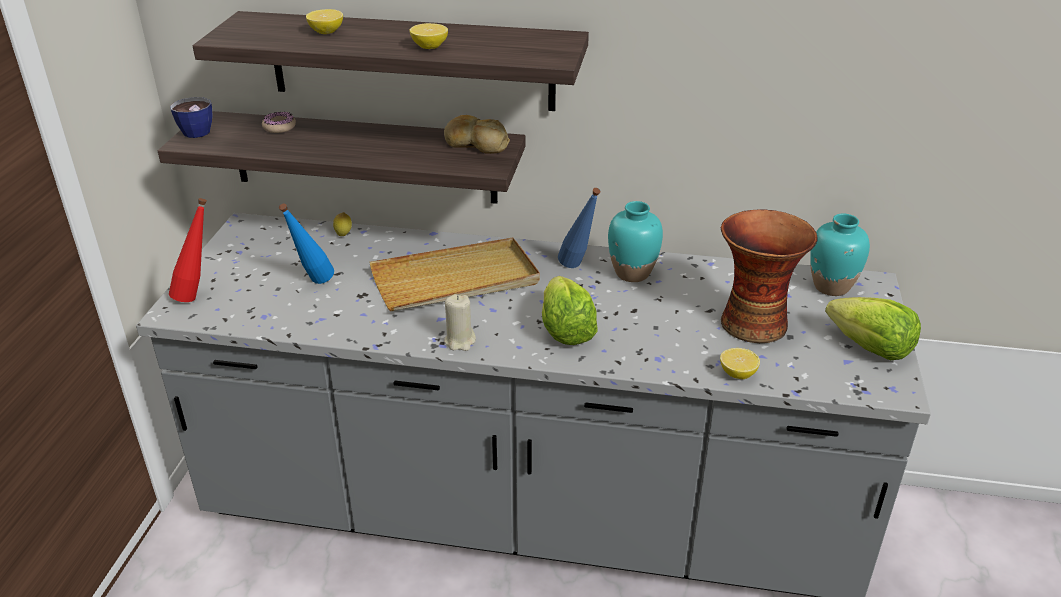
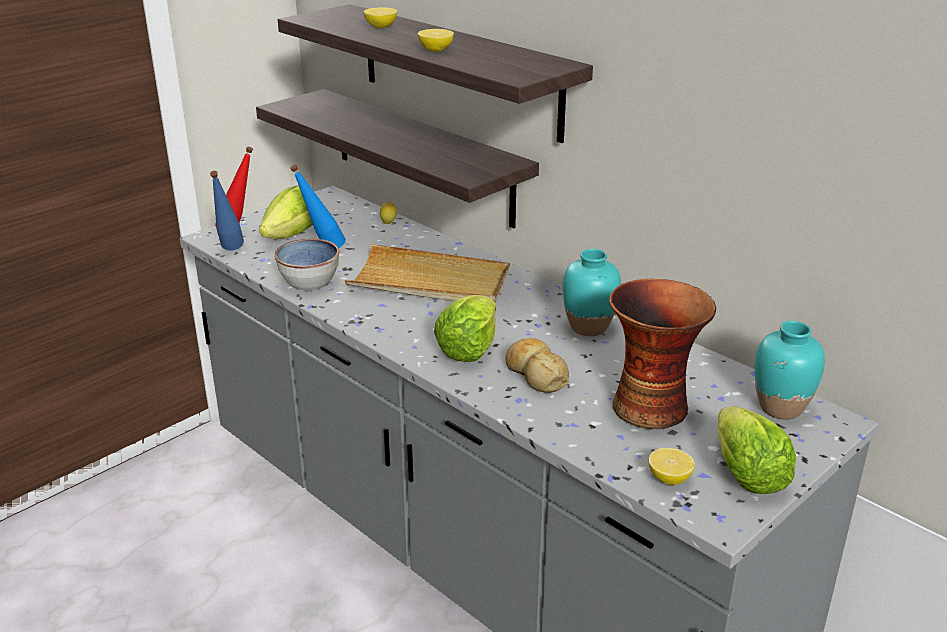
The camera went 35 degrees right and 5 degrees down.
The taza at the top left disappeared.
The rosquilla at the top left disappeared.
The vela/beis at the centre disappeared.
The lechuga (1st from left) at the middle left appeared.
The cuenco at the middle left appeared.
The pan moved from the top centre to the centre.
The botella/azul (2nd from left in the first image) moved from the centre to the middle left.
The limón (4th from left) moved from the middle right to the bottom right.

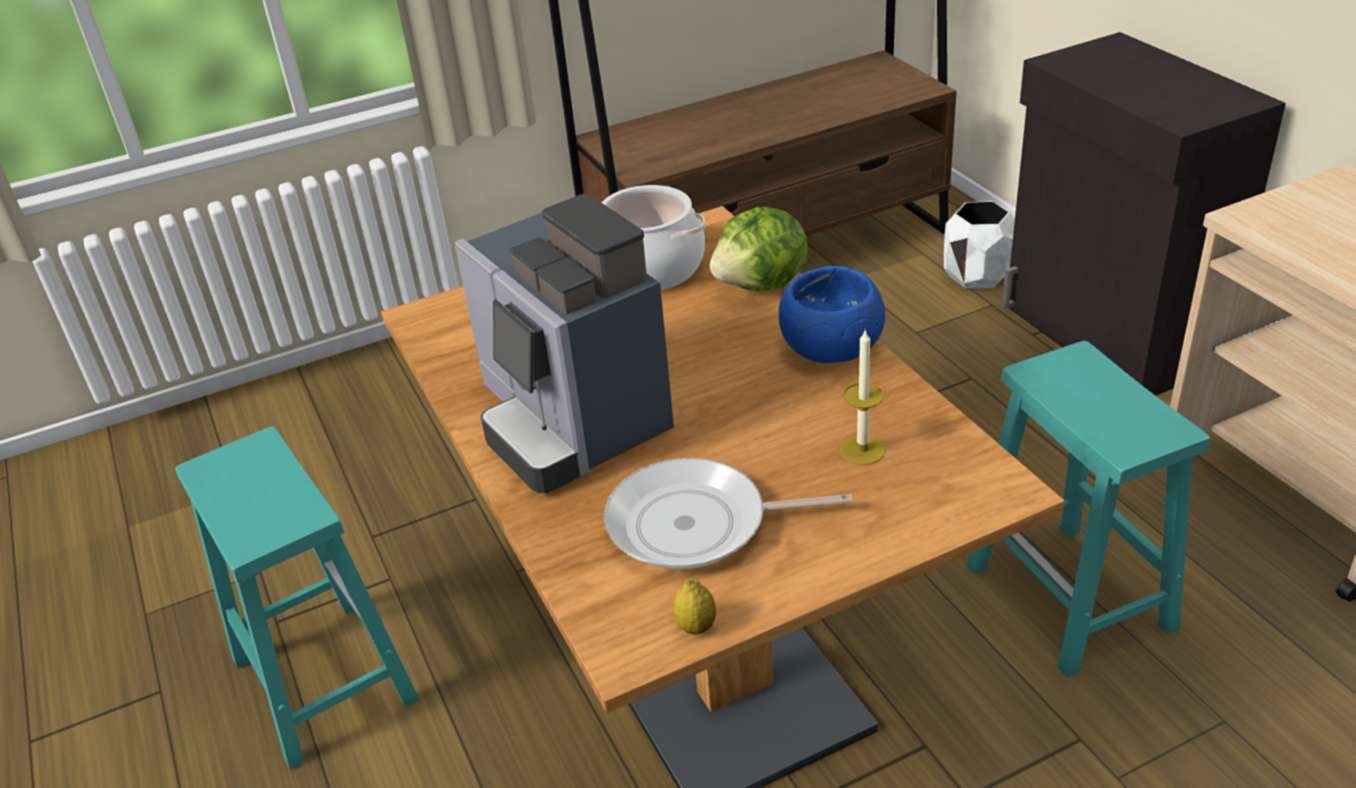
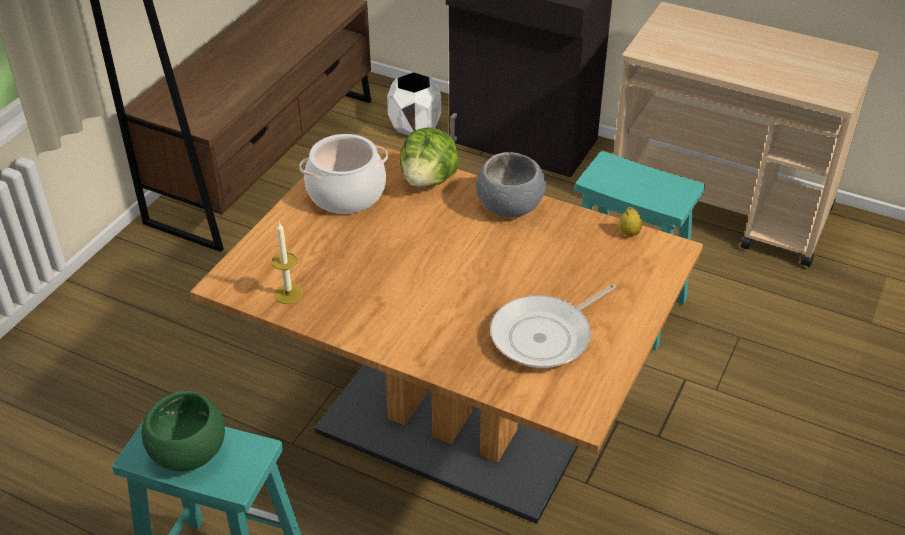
The camera went 40 degrees left and 5 degrees up.
The cafetera at the centre disappeared.
The cuenco/verde at the bottom left appeared.
The limón moved from the bottom centre to the middle right.
The vela moved from the centre to the middle left.
The cuenco/azul at the centre became the cuenco/gris at the centre.

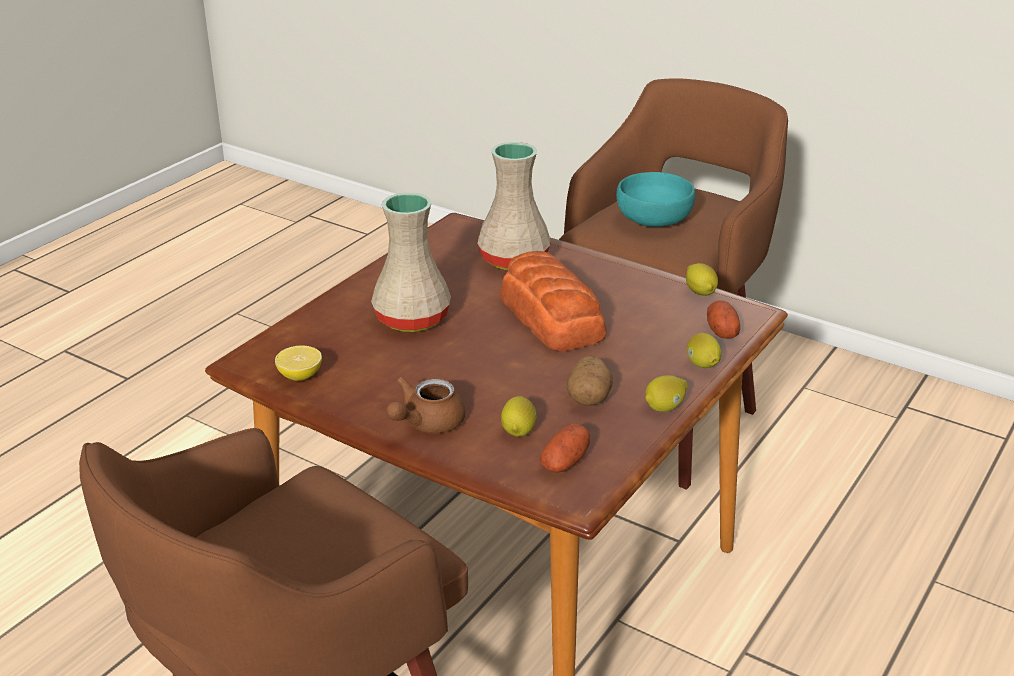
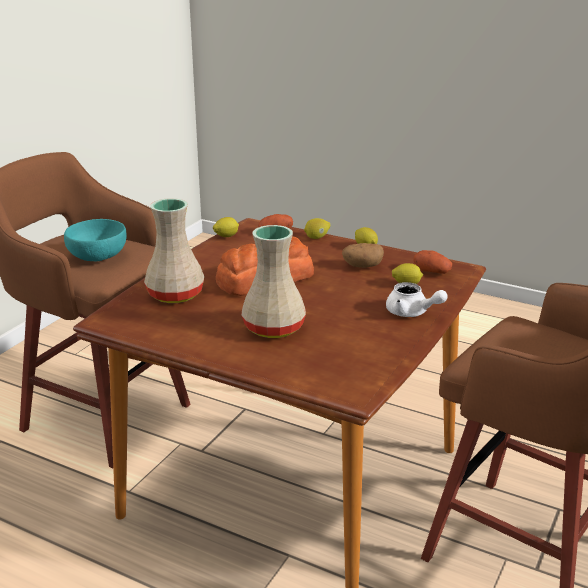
The camera went 95 degrees left and 5 degrees down.
The limón (1st from left) at the middle left disappeared.
The tetera/marrón at the centre became the tetera/blanco at the middle right.

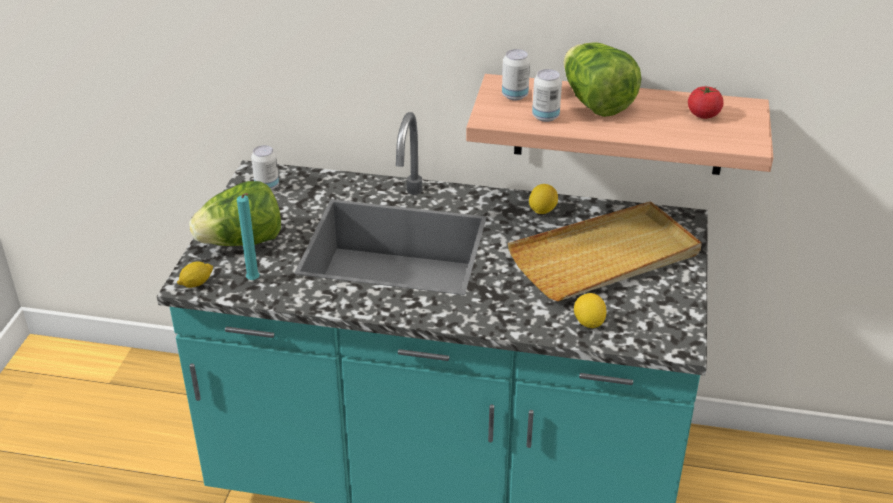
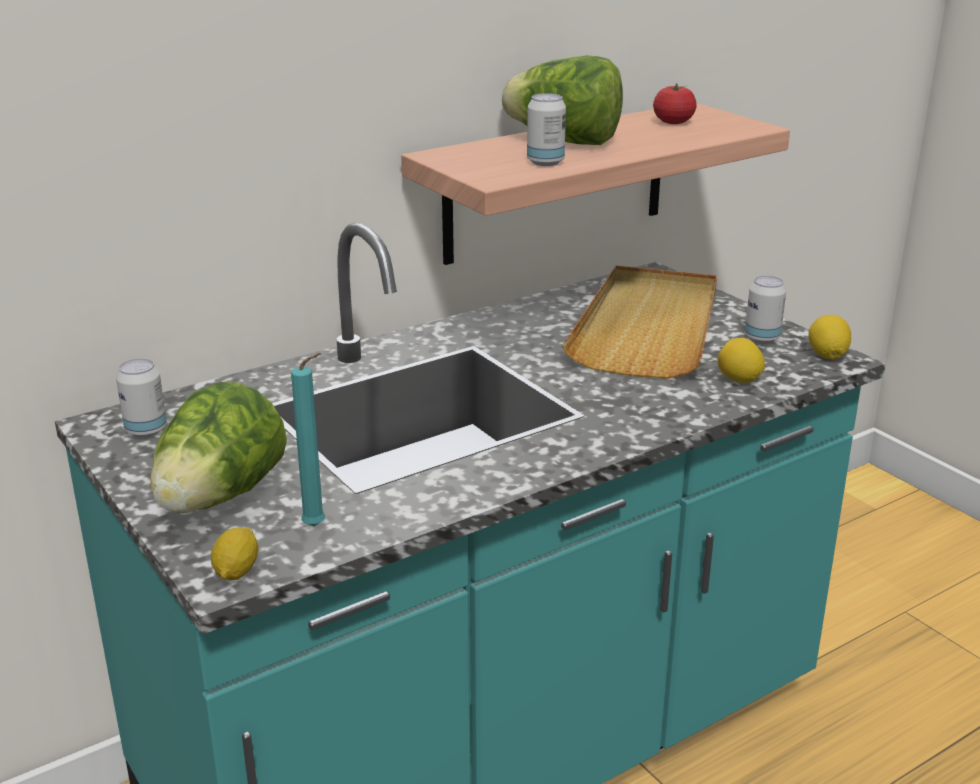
The camera went 45 degrees left and 10 degrees down.
The lata (2nd from left in the first image) moved from the top centre to the middle right.
The limón (2nd from left in the first image) moved from the centre to the middle right.

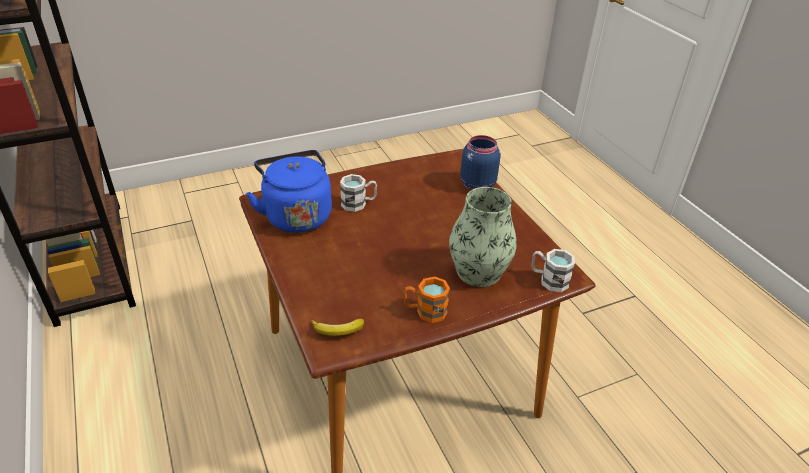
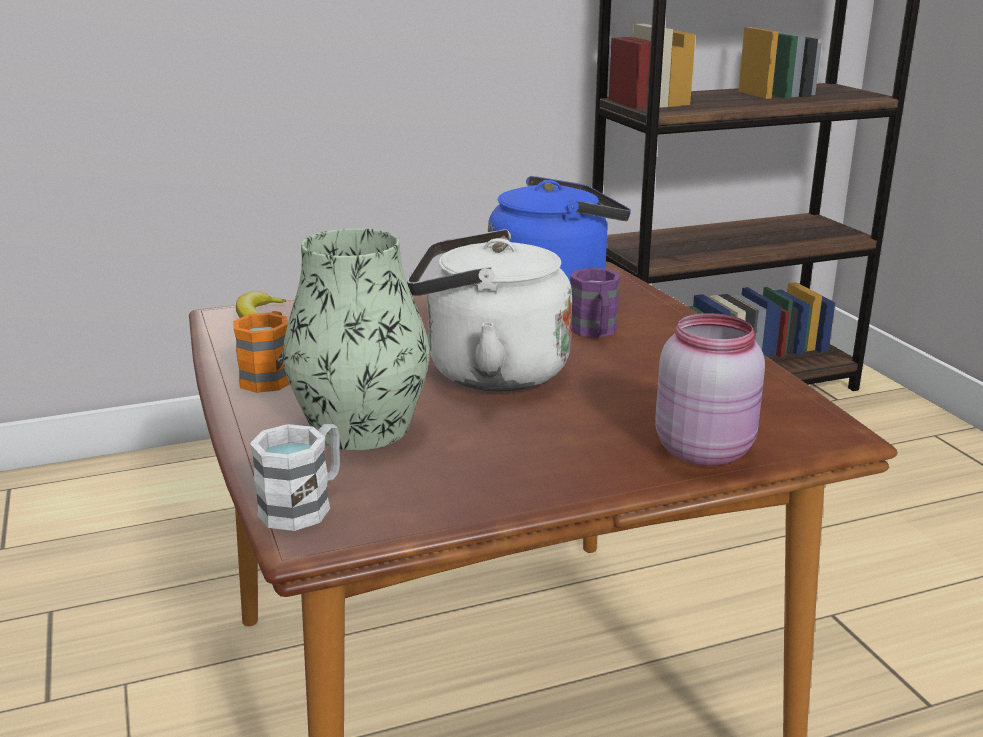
The camera went 95 degrees right and 15 degrees down.
The hervidor/blanco at the centre appeared.
The taza grande/blanco (1st from left) at the centre became the taza grande/morado at the centre.
The tarro/azul at the centre became the tarro/rosa at the middle right.

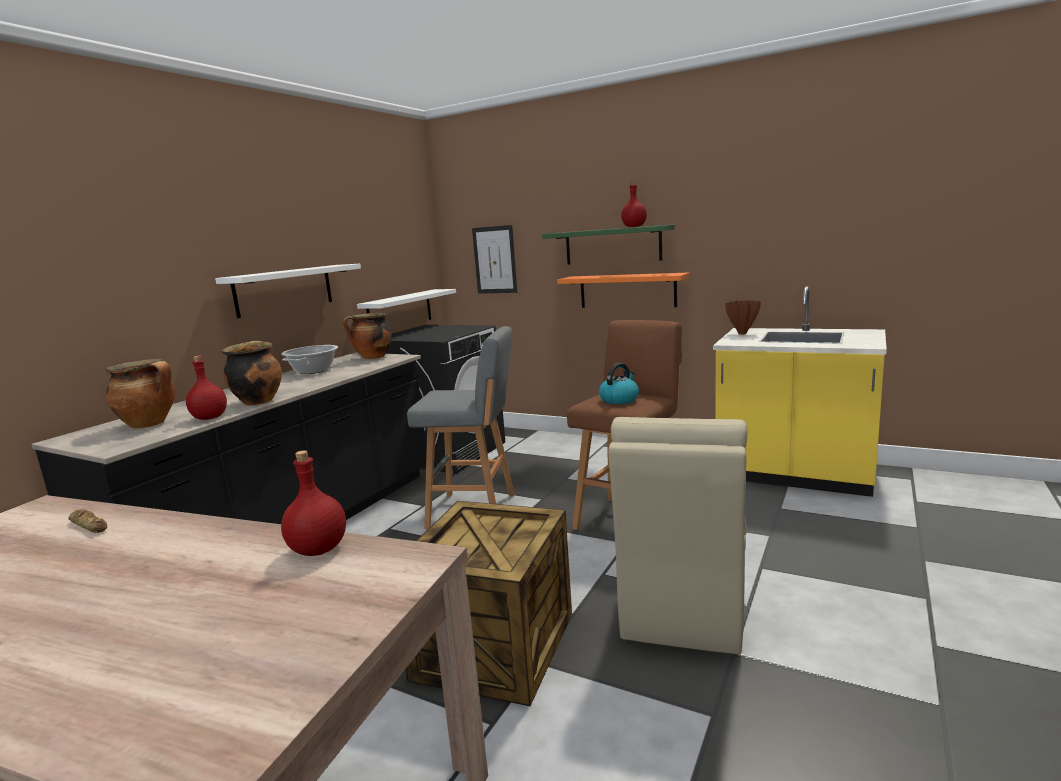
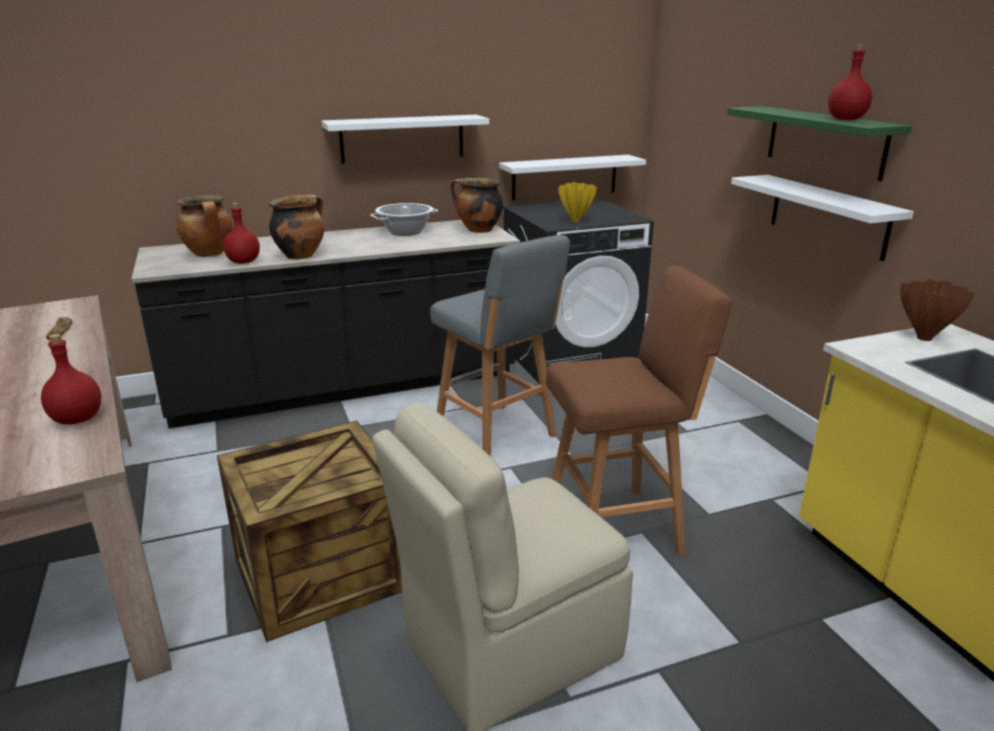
The camera went 40 degrees right and 10 degrees up.
The cuadro at the top centre disappeared.
The hervidor at the centre disappeared.
The florero/amarillo at the top centre appeared.
The estante/naranja at the centre became the estante/blanco (3rd from left) at the top right.

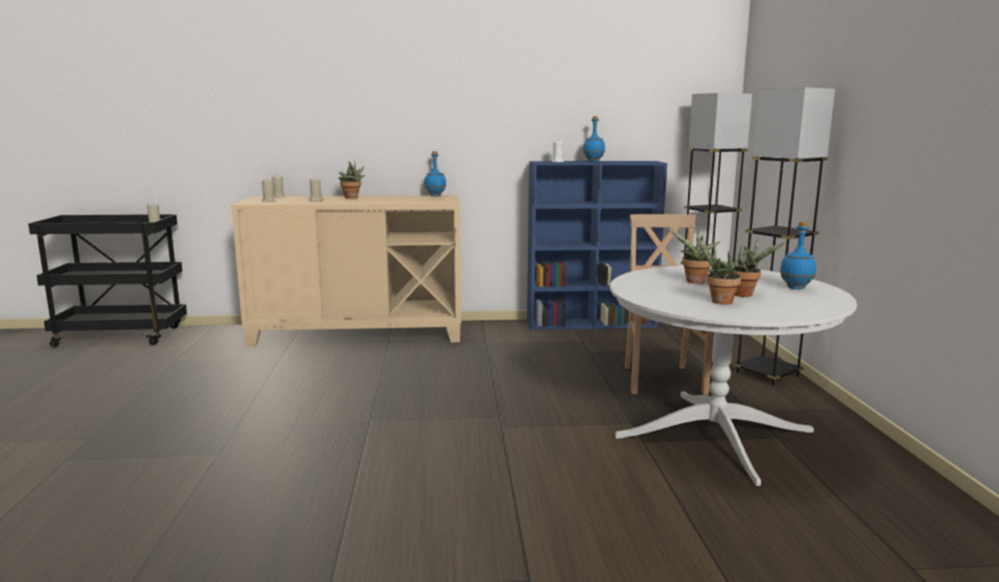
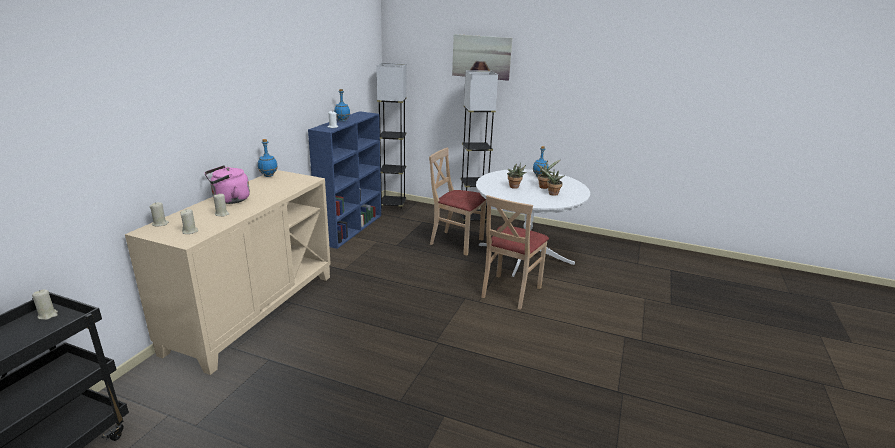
The camera went 65 degrees left and 10 degrees up.
The cuadro at the top centre appeared.
The silla/beis (2nd from left) at the centre appeared.
The planta en maceta (1st from left) at the top centre was replaced by the hervidor/rosa at the middle left.

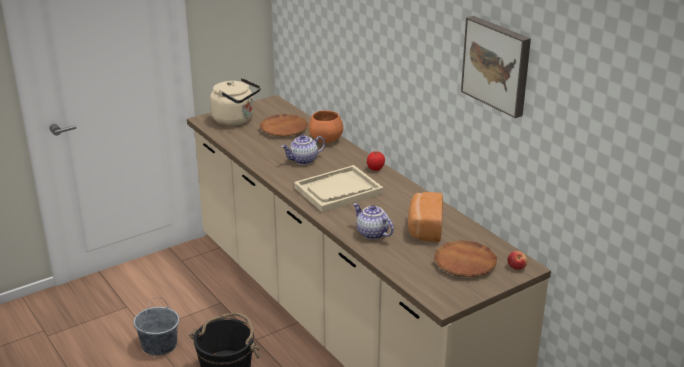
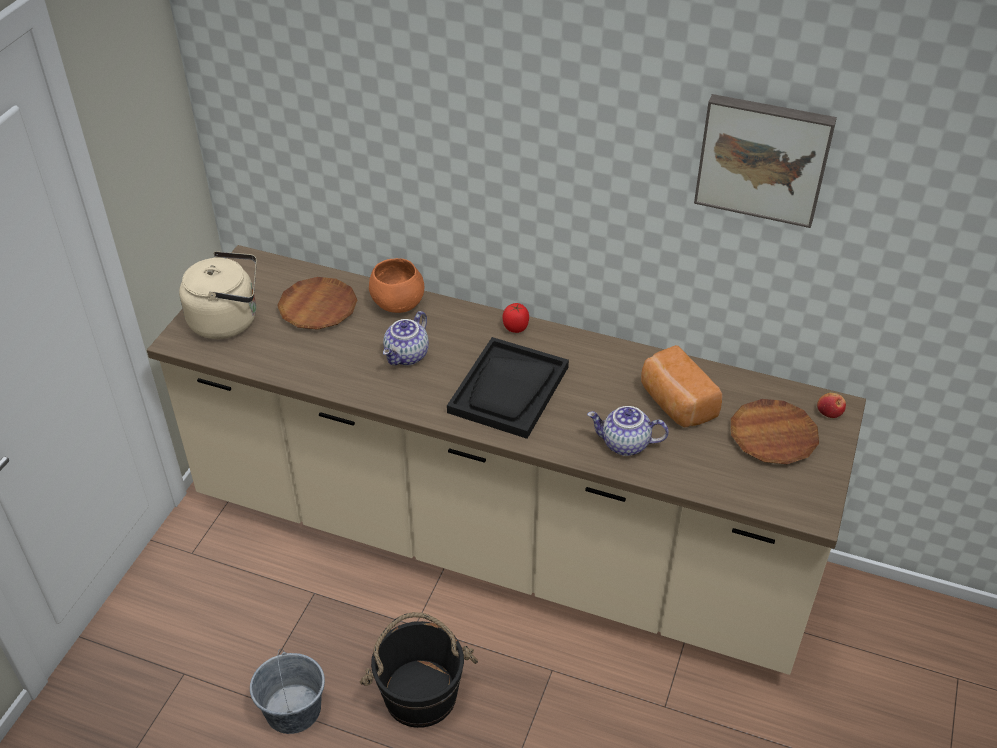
The camera went 35 degrees left and 15 degrees up.
The bandeja/beis at the centre became the bandeja/negro at the centre.

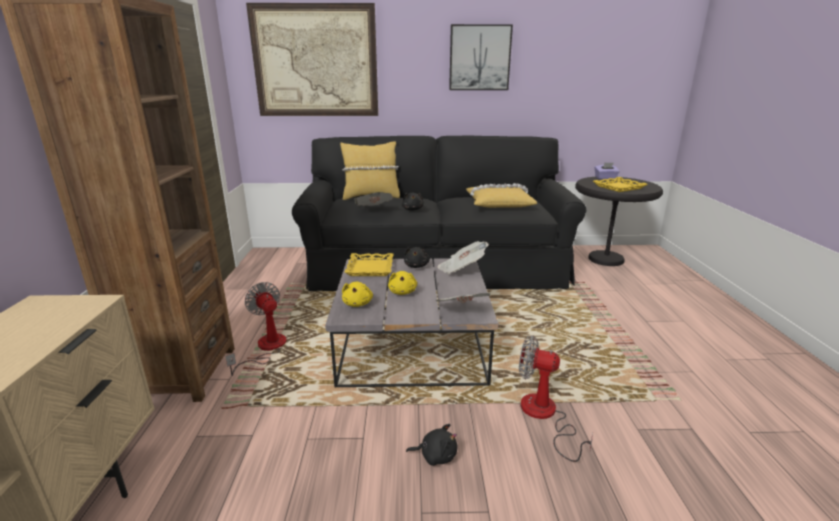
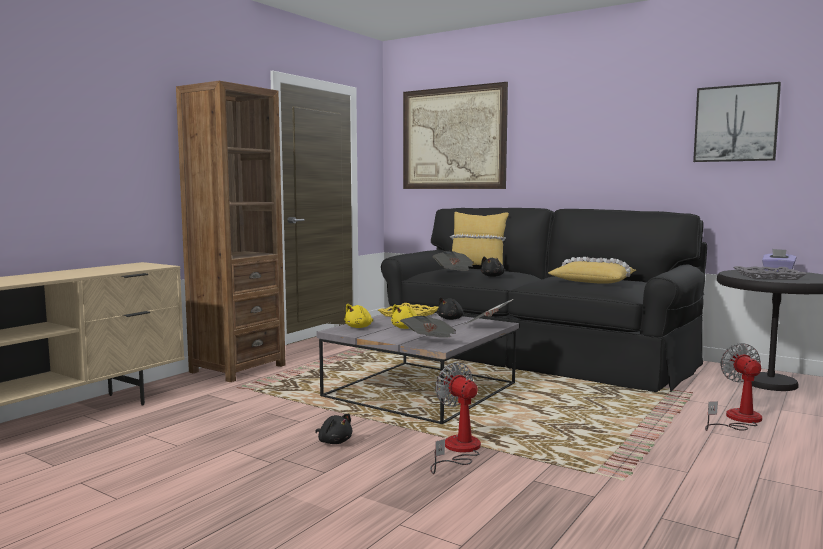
The camera went 35 degrees right and 15 degrees down.
The ventilador (1st from left in the first image) moved from the middle left to the bottom right.
The cuadro (2nd from left) moved from the top centre to the top right.
The bandeja/amarillo (2nd from left) at the middle right became the bandeja/gris at the middle right.

